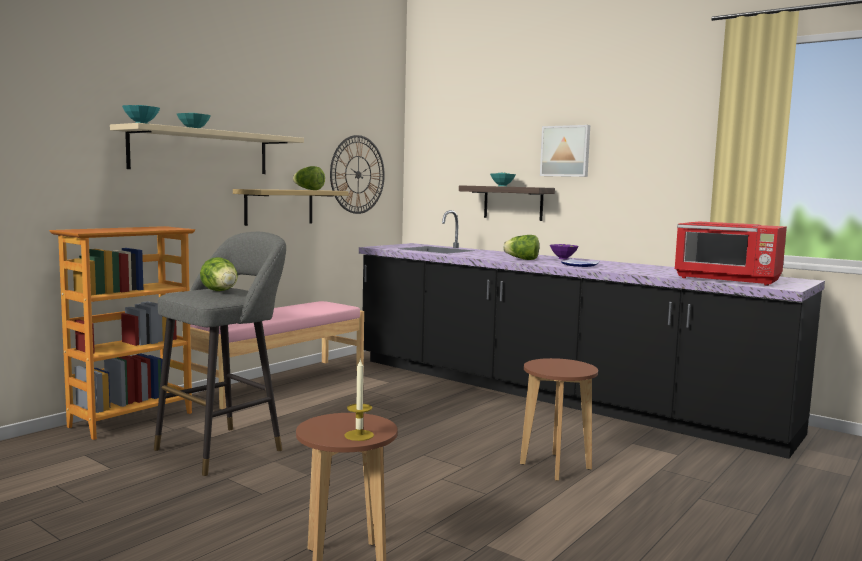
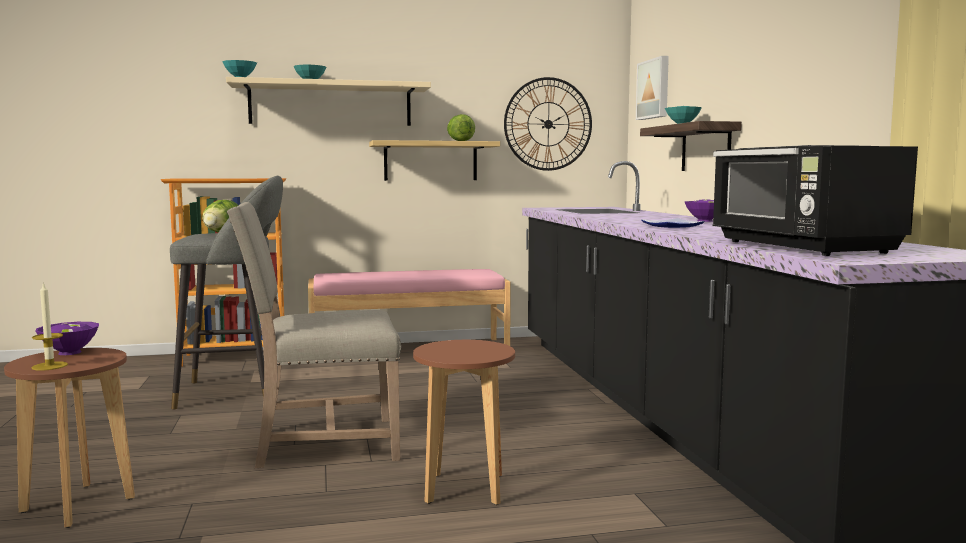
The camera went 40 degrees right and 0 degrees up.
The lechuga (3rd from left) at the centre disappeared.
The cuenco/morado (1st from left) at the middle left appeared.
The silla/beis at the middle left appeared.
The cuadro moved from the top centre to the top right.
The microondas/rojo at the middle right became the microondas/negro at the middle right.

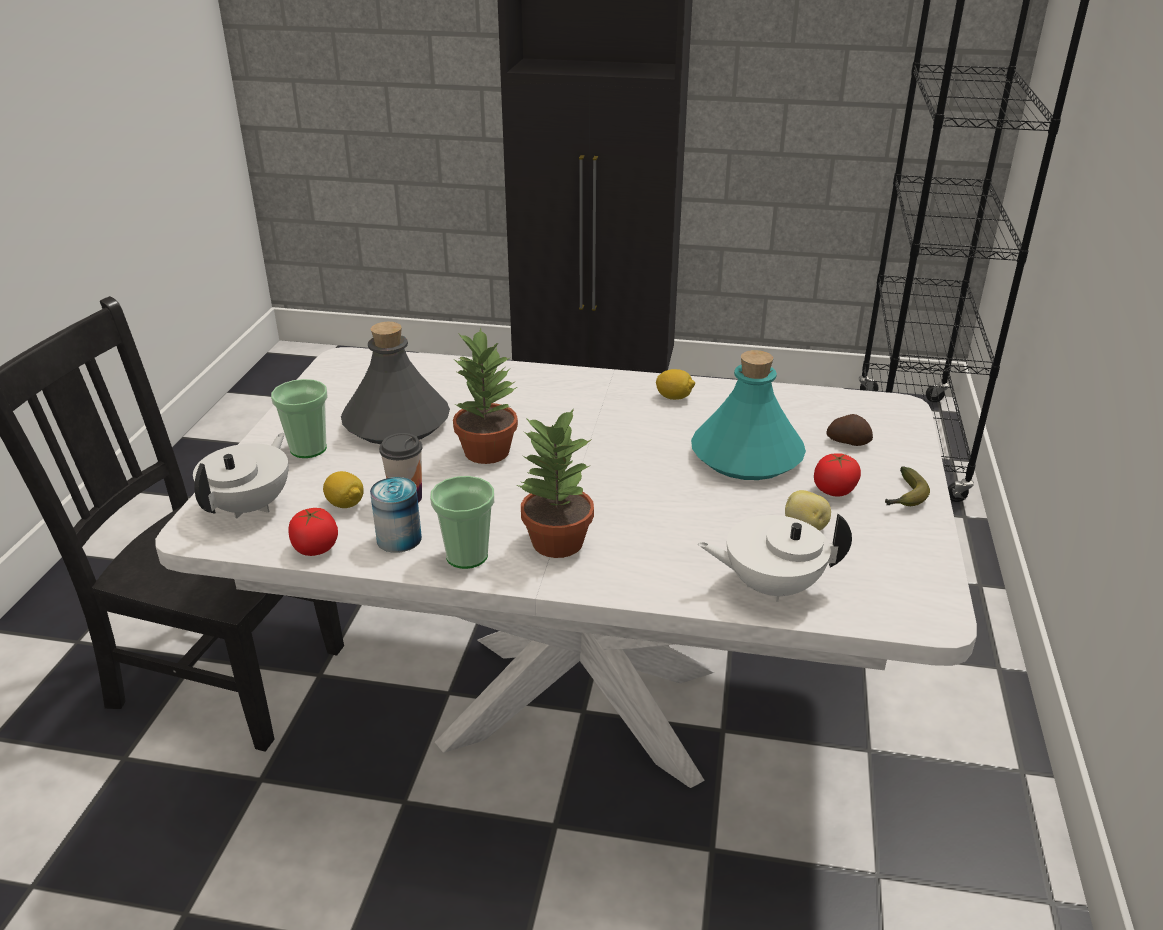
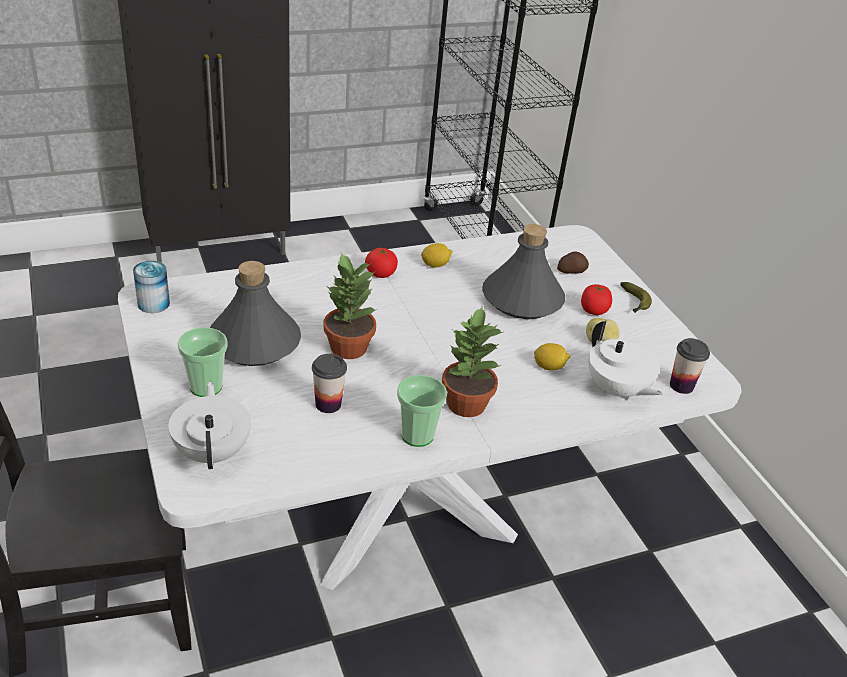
The camera went 35 degrees left and 5 degrees up.
The taza (4th from left) at the middle right appeared.
The tomate (1st from left) moved from the middle left to the centre.
The limón (1st from left in the first image) moved from the middle left to the centre.
The lata moved from the centre to the middle left.
The botella/turquesa at the centre became the botella/gris (2nd from left) at the centre.
The tetera/blanco (2nd from left) at the centre turned 90 degrees counterclockwise.

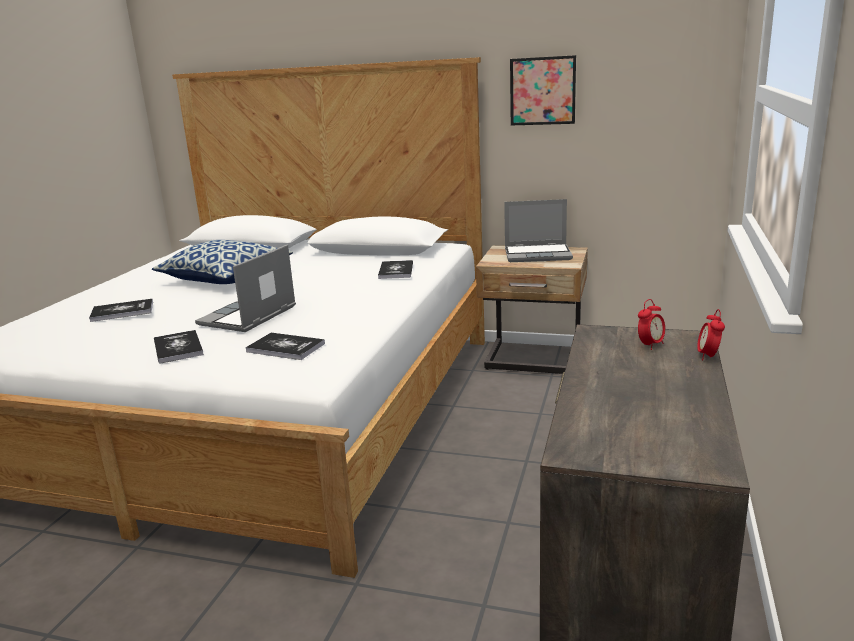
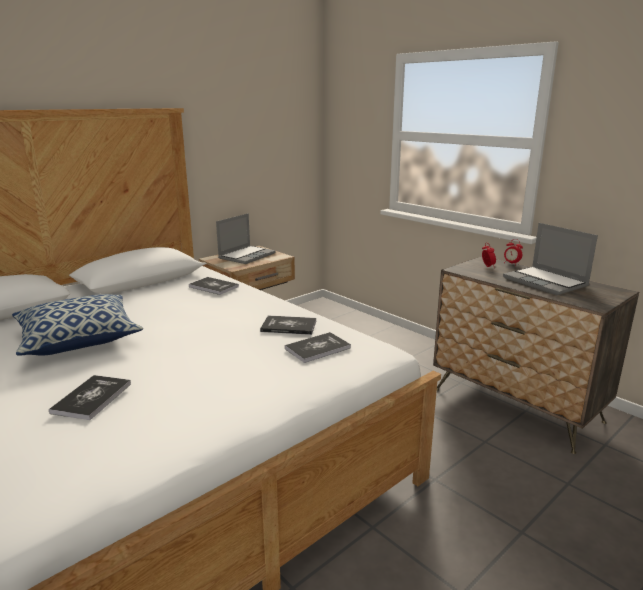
The camera went 60 degrees left and 0 degrees up.
The cuadro at the top centre disappeared.
The libro (2nd from left in the first image) moved from the middle left to the centre.
The portátil (1st from left in the first image) moved from the middle left to the middle right.

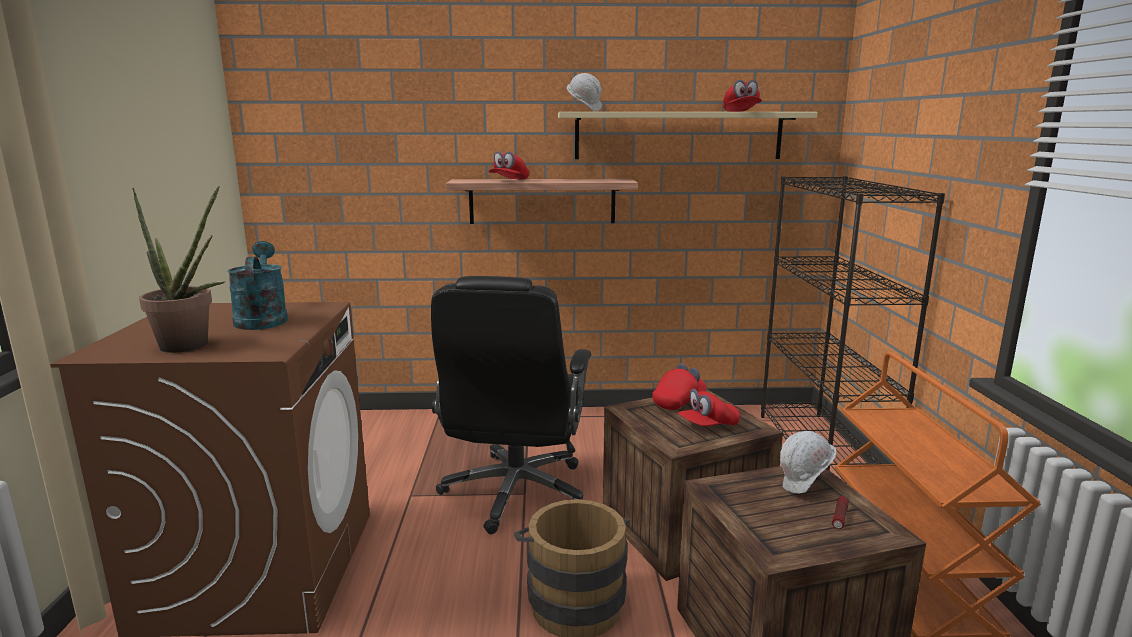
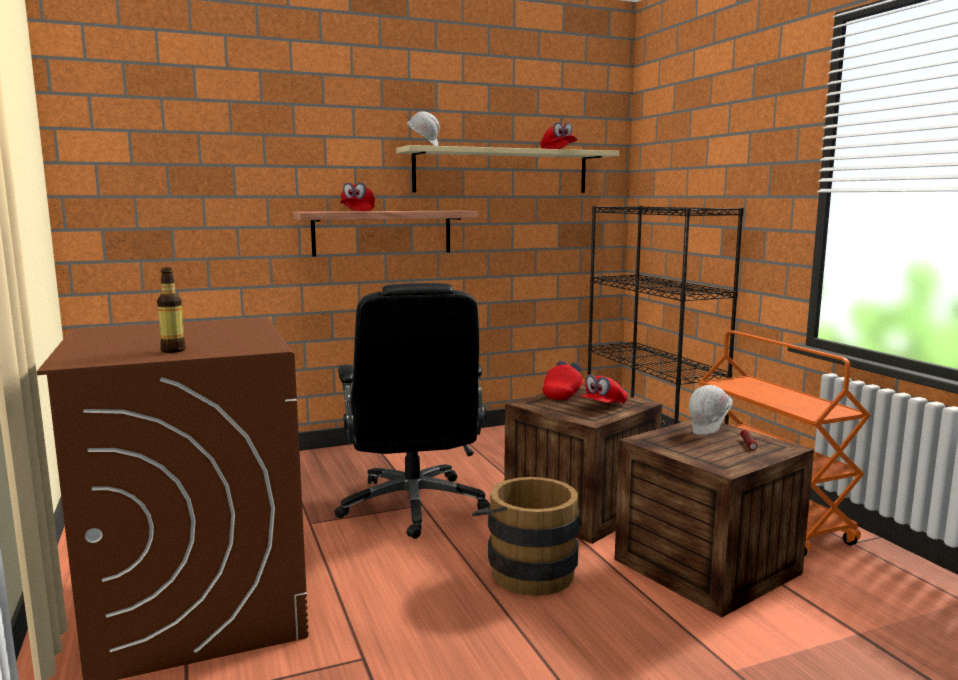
The camera went 20 degrees left and 5 degrees down.
The regadera/turquesa at the middle left disappeared.
The planta en maceta at the middle left was replaced by the botella at the middle left.

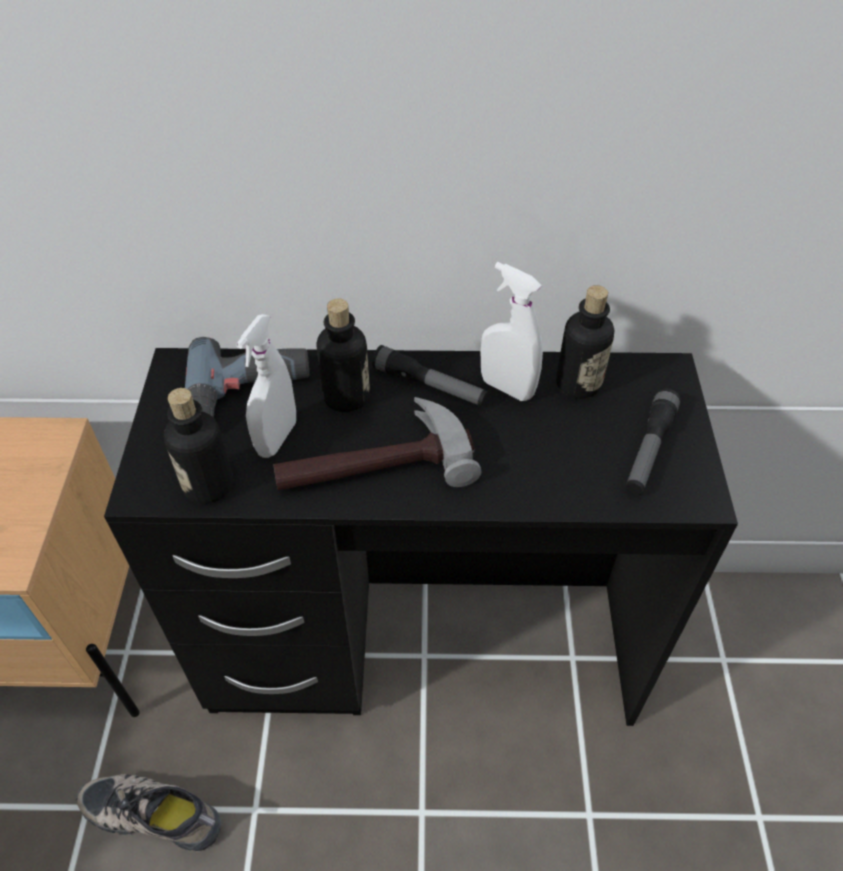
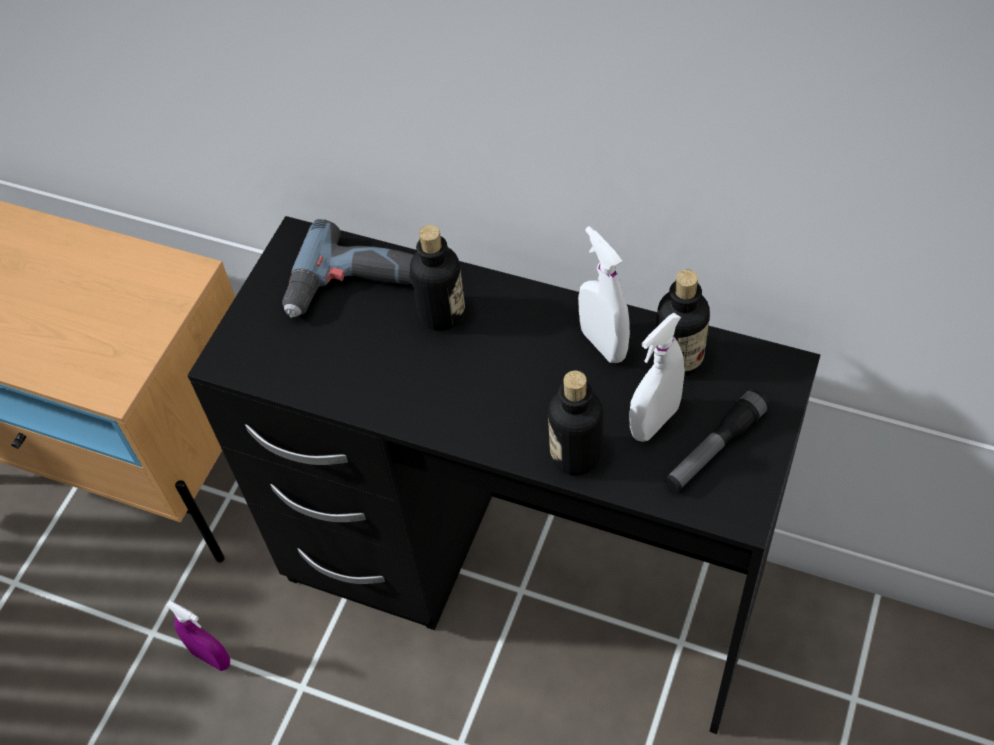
The camera went 25 degrees right and 5 degrees up.
The martillo at the centre disappeared.
The linterna (1st from left) at the centre disappeared.
The botella (1st from left in the first image) moved from the middle left to the centre.
The pulverizador/blanco (1st from left in the first image) moved from the middle left to the centre.
The zapato at the bottom left was replaced by the pulverizador/morado at the bottom left.

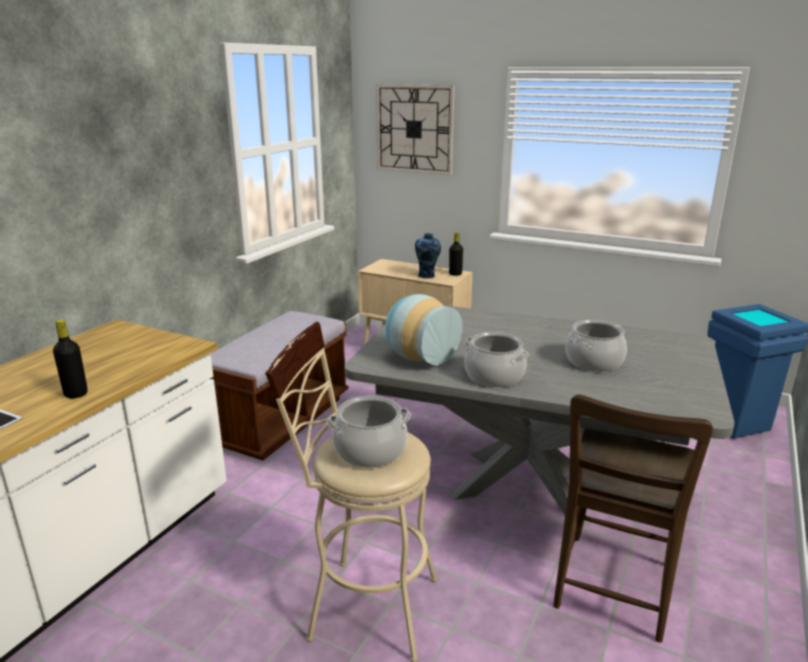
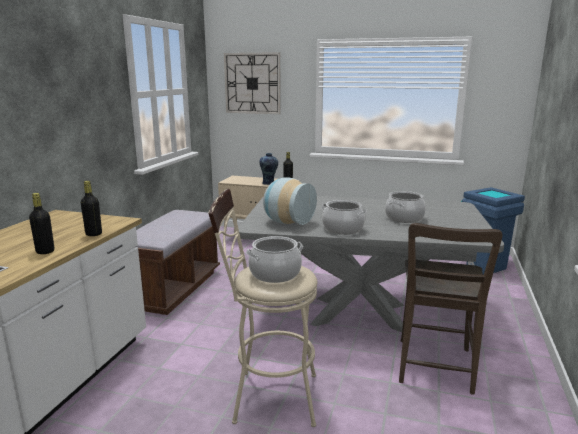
The camera went 10 degrees left and 5 degrees down.
The botella/negro (2nd from left) at the middle left appeared.

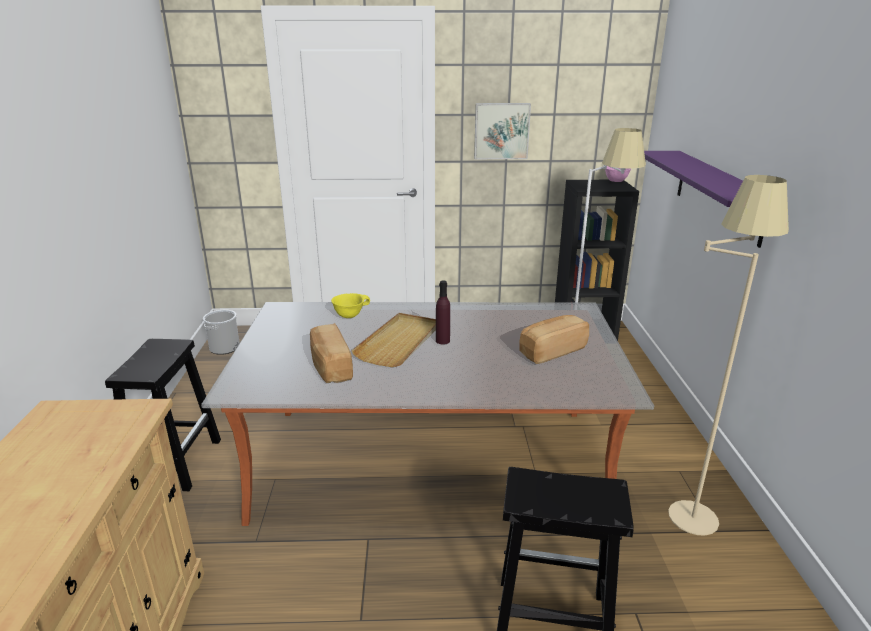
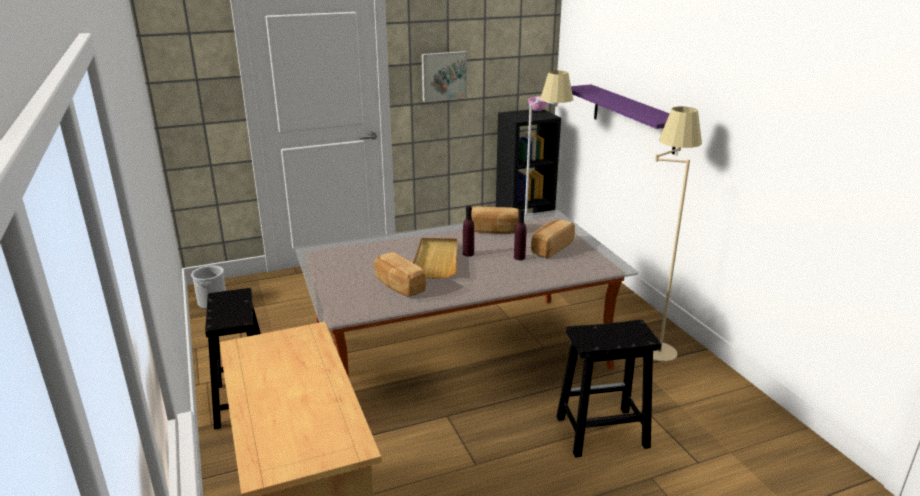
The camera went 20 degrees left and 0 degrees up.
The cuenco/amarillo at the centre disappeared.
The pan (2nd from left) at the centre appeared.
The botella/morado (2nd from left) at the centre appeared.

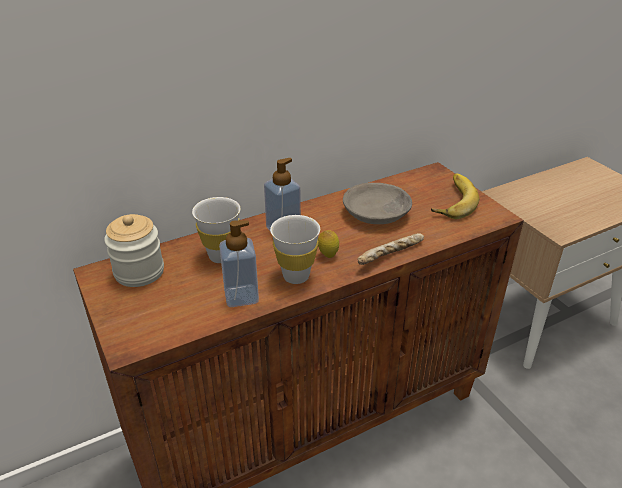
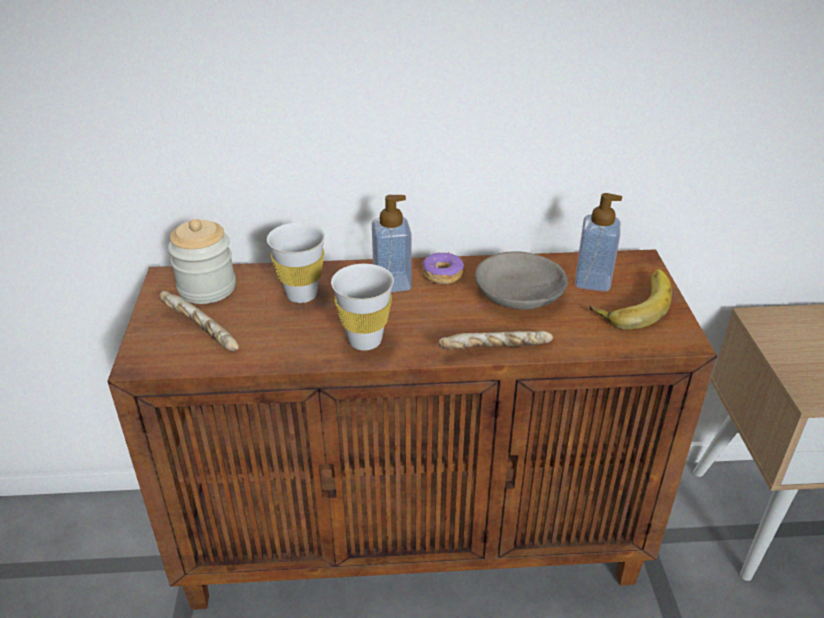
The camera went 25 degrees right and 0 degrees up.
The limón at the centre disappeared.
The pan (1st from left) at the middle left appeared.
The rosquilla at the centre appeared.
The dispensador de jabón (1st from left in the first image) moved from the centre to the middle right.

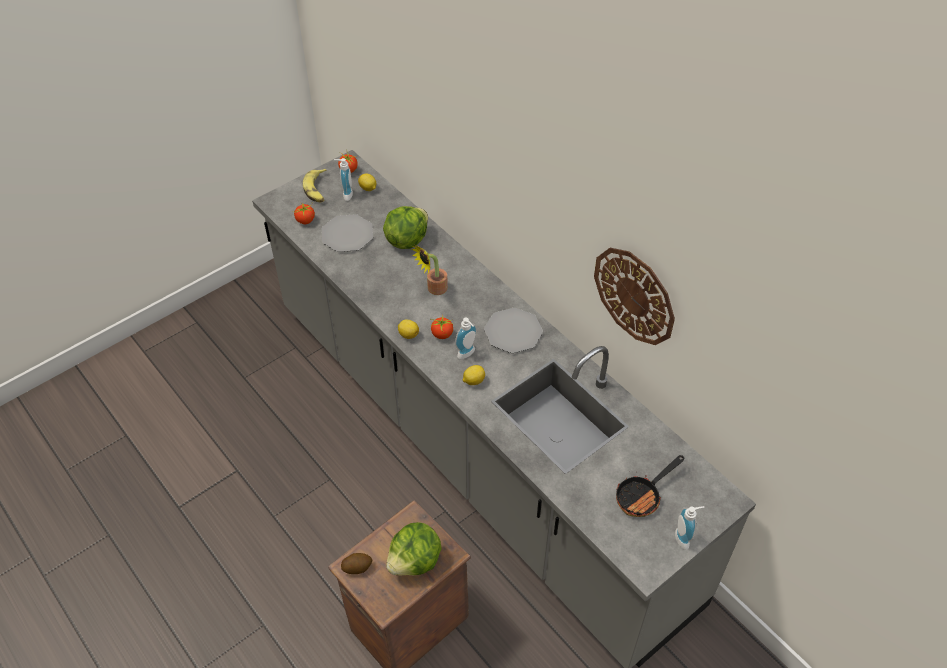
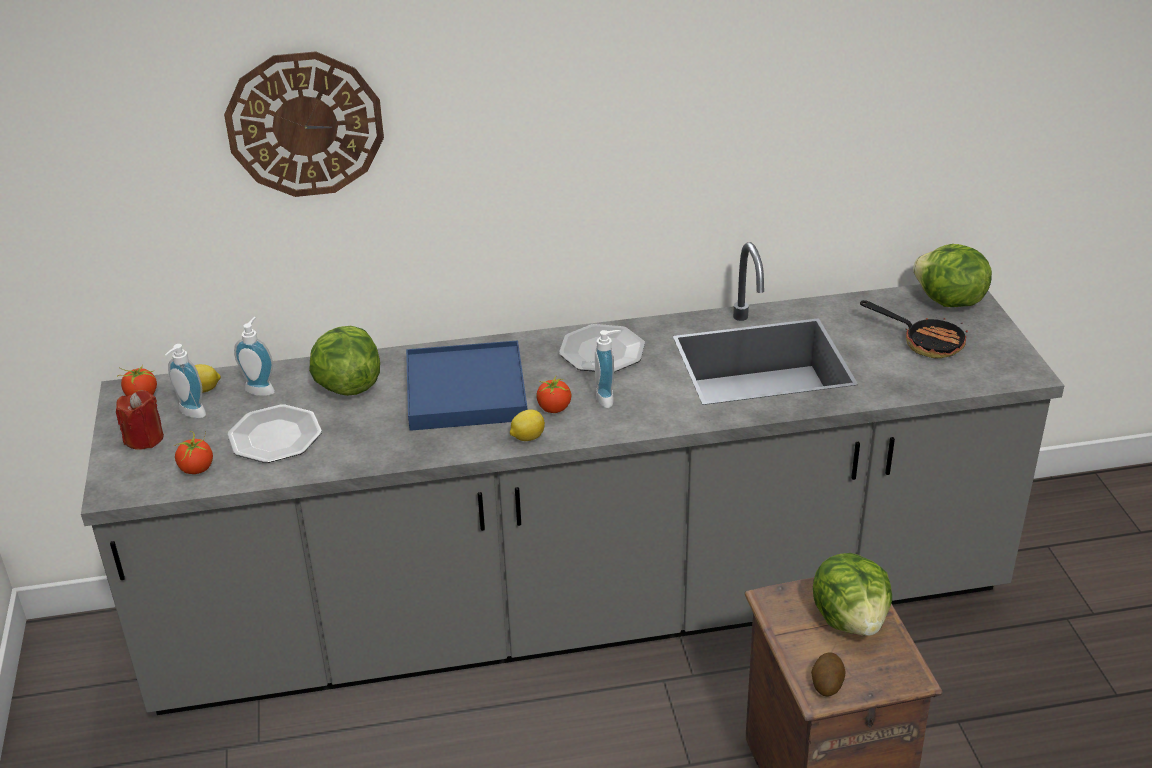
The camera went 60 degrees left and 15 degrees down.
The limón (3rd from left) at the centre disappeared.
The lechuga (3rd from left) at the middle right appeared.
The reloj de pared moved from the middle right to the top left.
The dispensador de jabón (3rd from left in the first image) moved from the bottom right to the middle left.
The plátano at the top left was replaced by the vela/rojo at the middle left.
The planta en maceta at the centre was replaced by the bandeja/azul at the centre.
The sartén at the bottom right turned 45 degrees counterclockwise.

